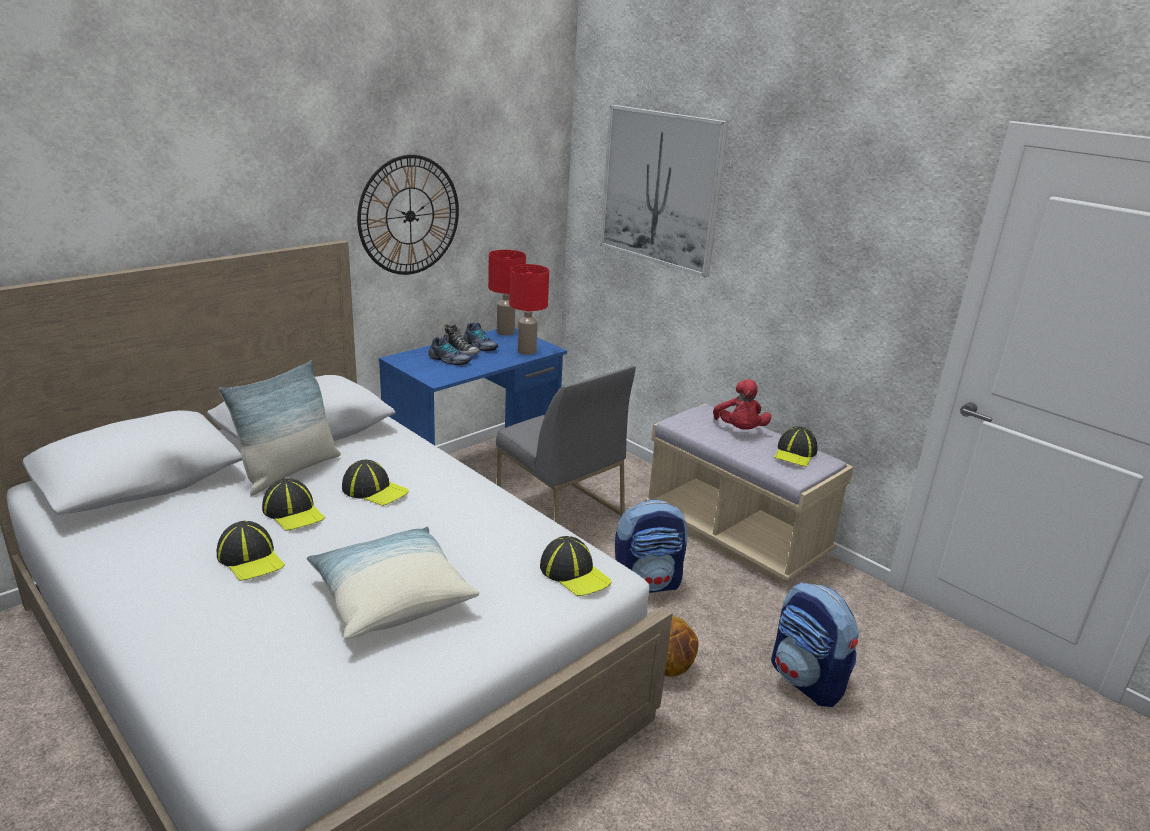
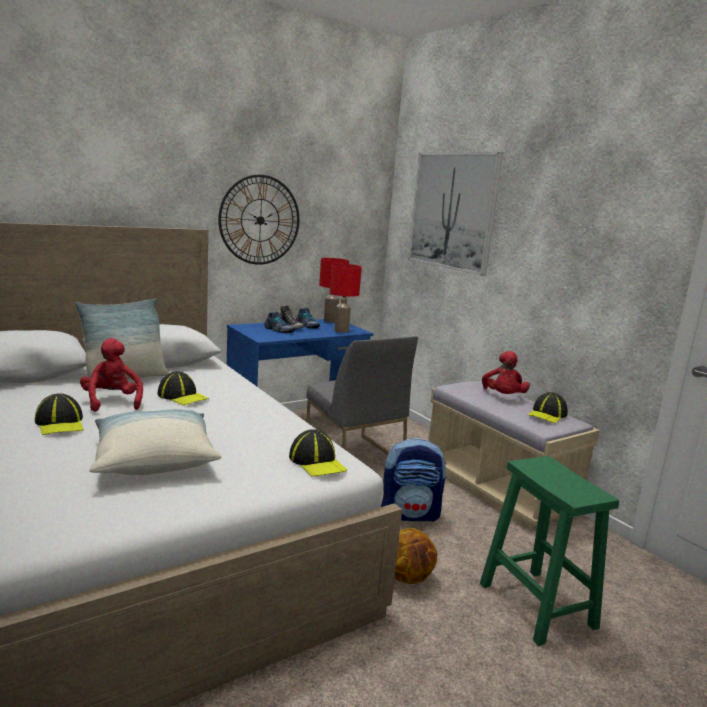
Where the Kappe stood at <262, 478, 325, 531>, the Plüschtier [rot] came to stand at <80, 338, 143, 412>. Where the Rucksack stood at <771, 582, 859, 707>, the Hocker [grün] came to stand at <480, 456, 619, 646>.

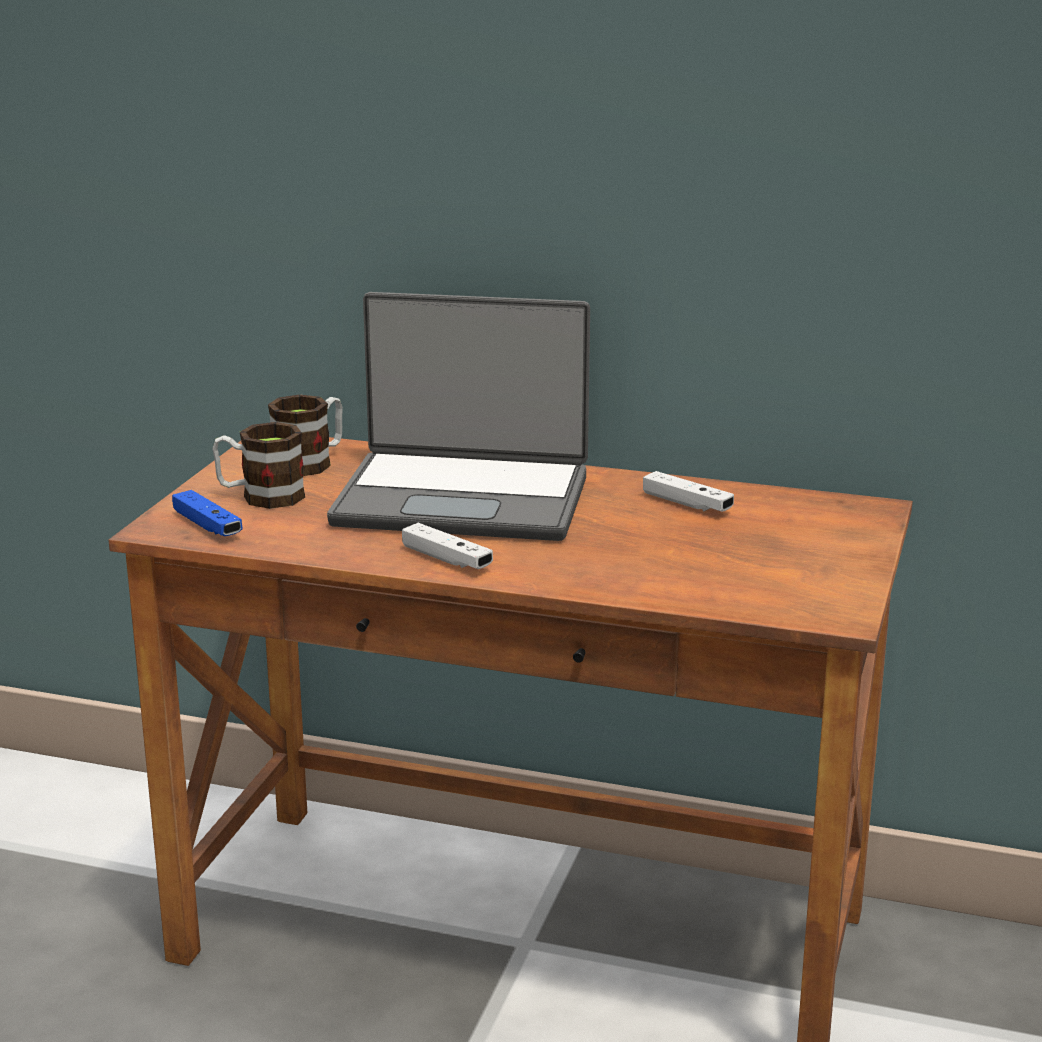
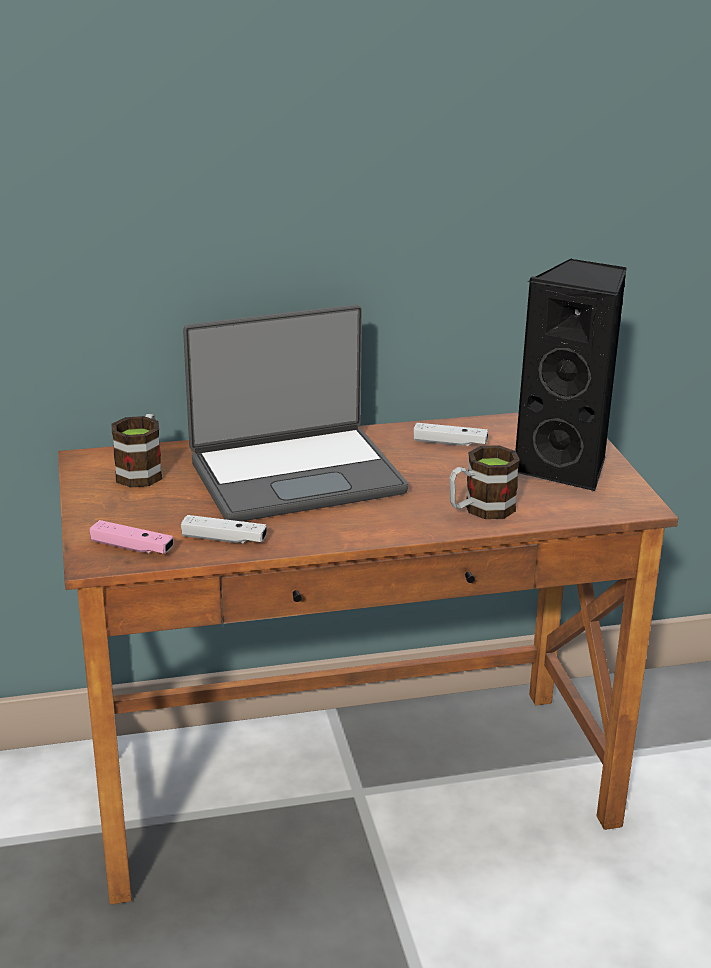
The second view gained the Lautsprecher [schwarz] at <515, 258, 627, 491>. The Henkelbecher ended up elsewhere, having gone from <213, 422, 305, 509> to <449, 445, 520, 519>. The Gamepad [weiß] ended up elsewhere, having gone from <402, 523, 493, 569> to <181, 515, 267, 544>. What was the Gamepad [blau] at <172, 490, 243, 536> turned into the Gamepad [rosa] at <90, 520, 174, 554>.

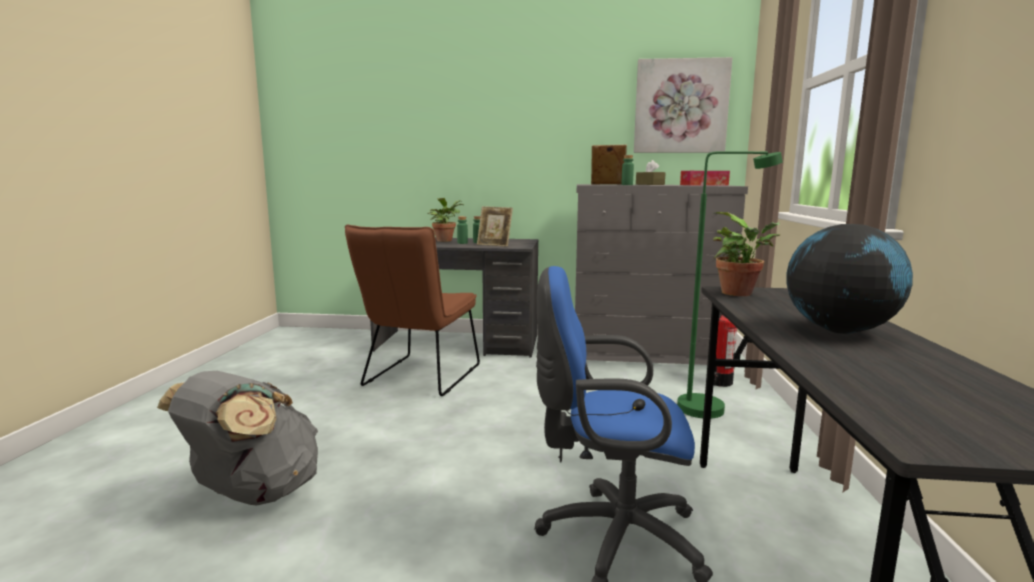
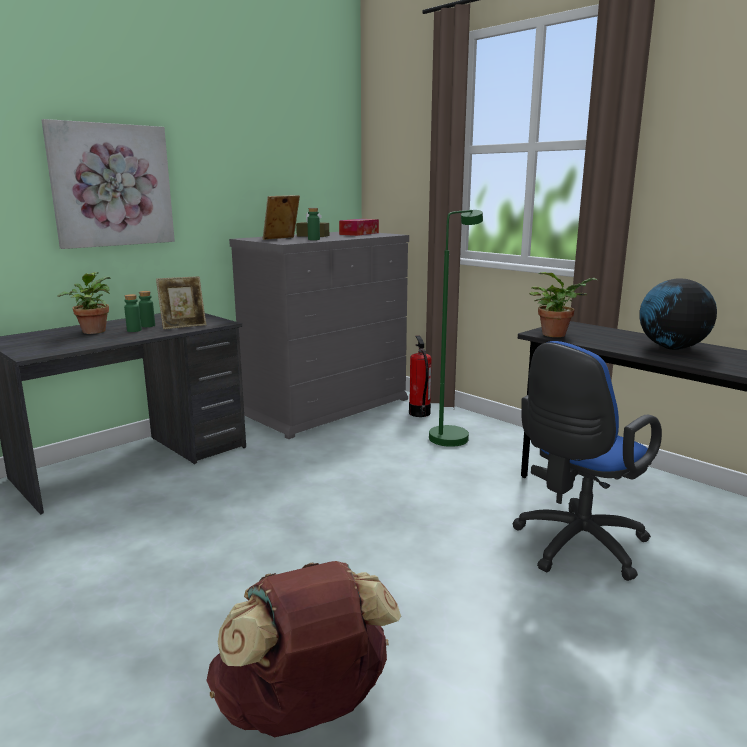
The second view lost the Stuhl [braun] at <345, 224, 480, 396>. The Bild ended up elsewhere, having gone from <634, 57, 732, 153> to <42, 119, 175, 249>. What was the Rucksack [grau] at <157, 371, 318, 505> turned into the Rucksack [braun] at <206, 561, 401, 737>.

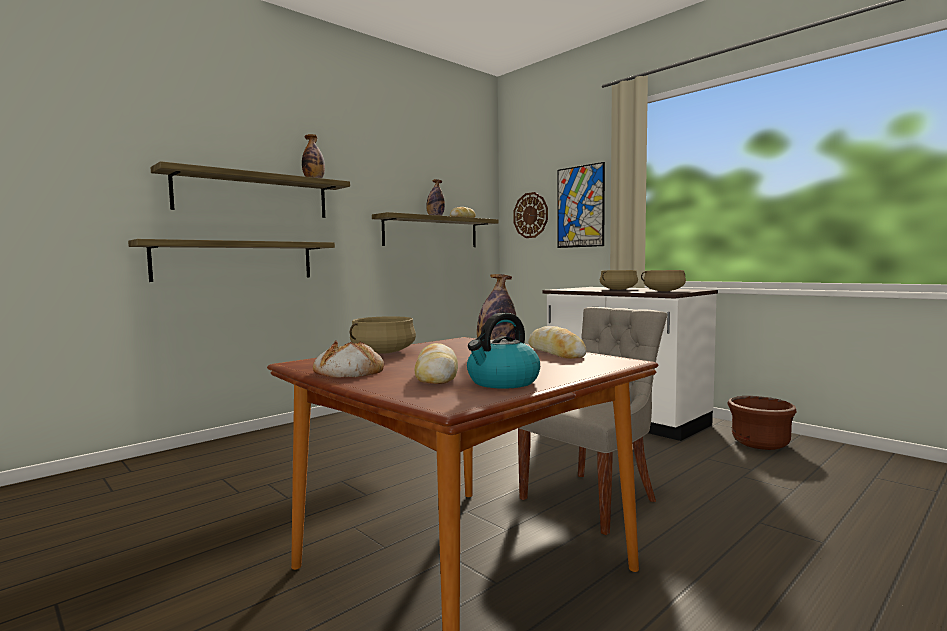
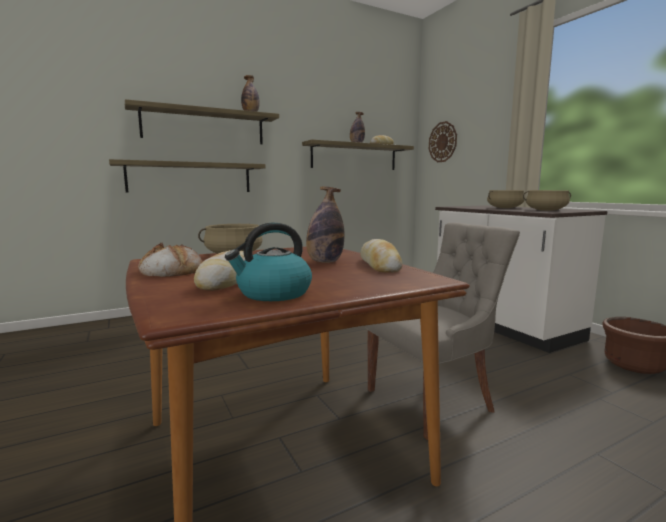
The second view lost the Bild at <558, 162, 605, 248>.

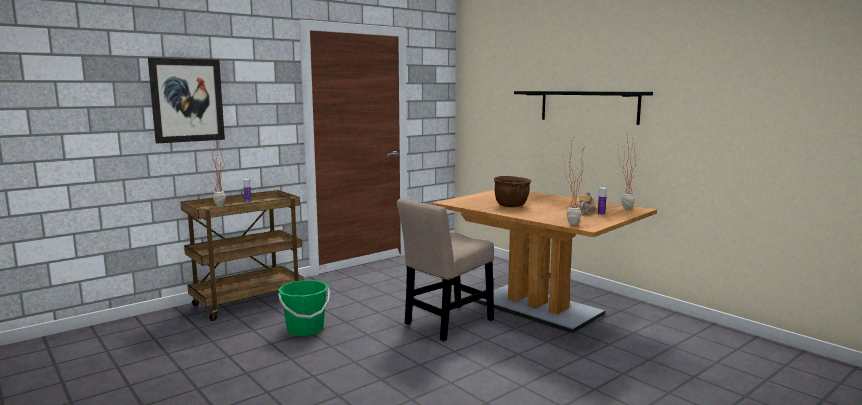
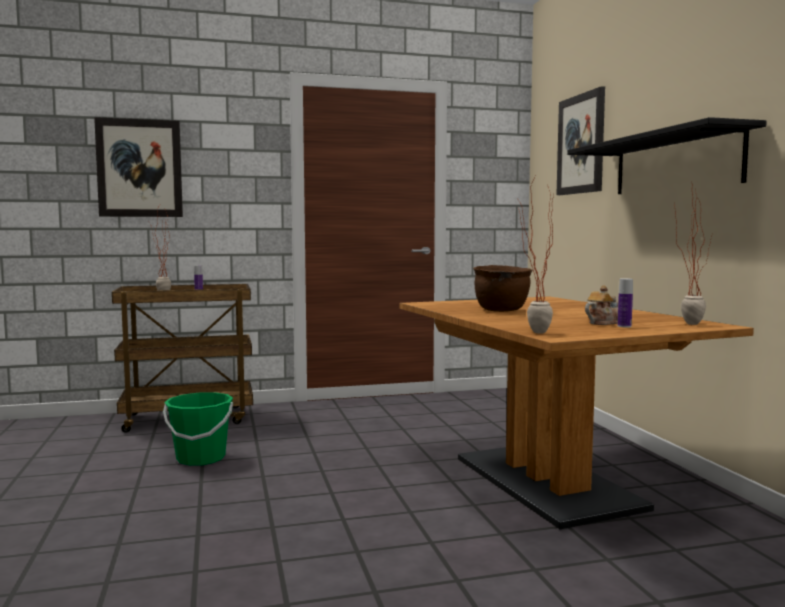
The second view lost the Stuhl [beige] at <397, 198, 494, 341>. The second view gained the Bild at <556, 86, 605, 195>.

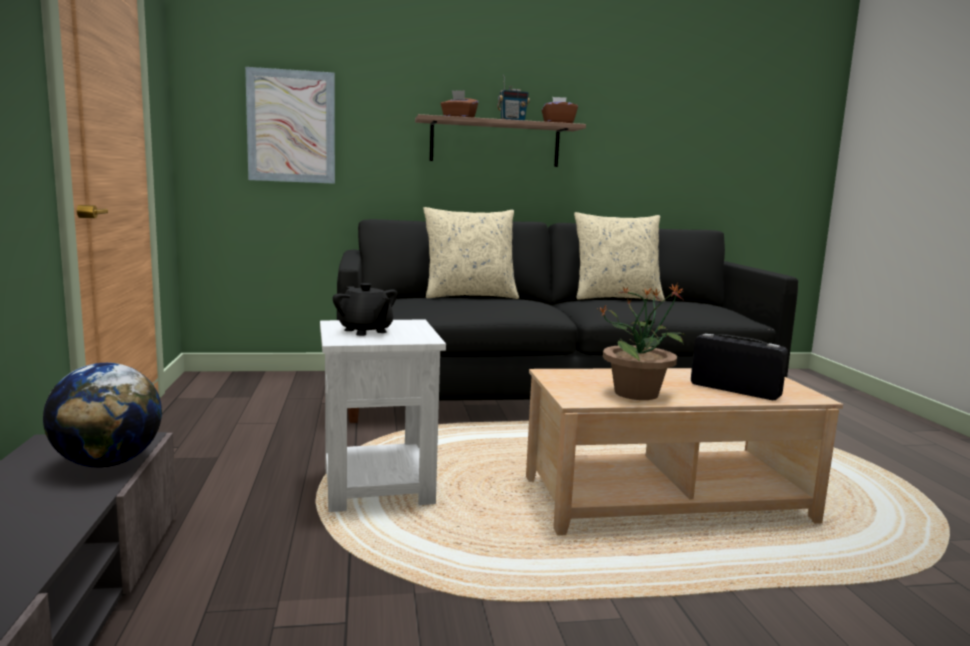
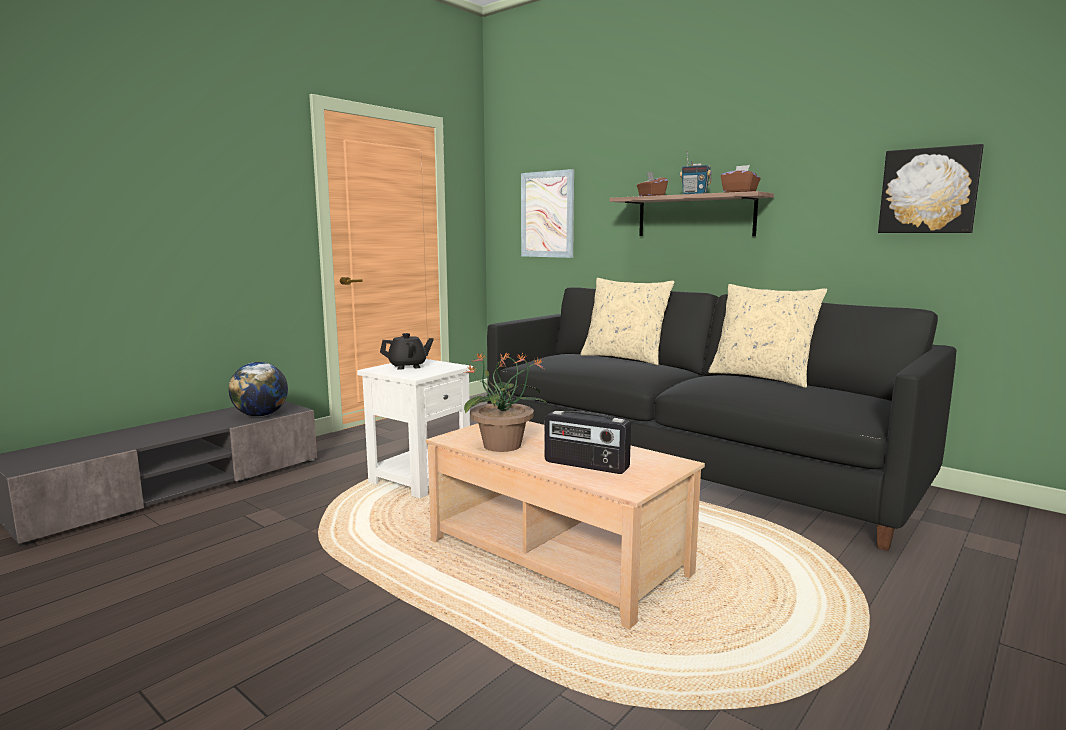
The second view gained the Bild at <878, 144, 984, 233>. The Teekanne [schwarz] at <333, 283, 397, 336> ended up facing another way, 120 degrees counterclockwise from before. The Radio at <691, 334, 788, 400> ended up facing another way, 120 degrees clockwise from before.

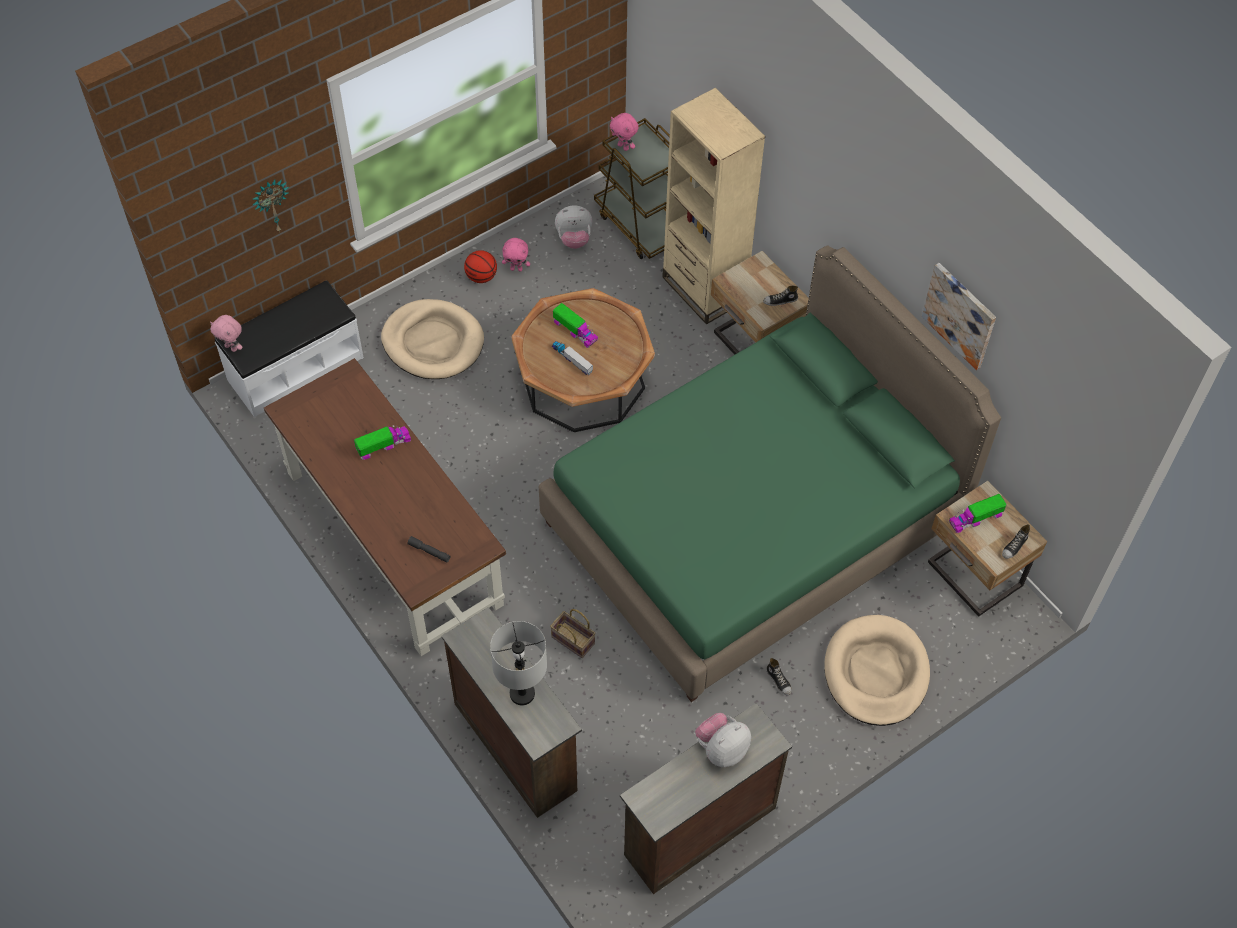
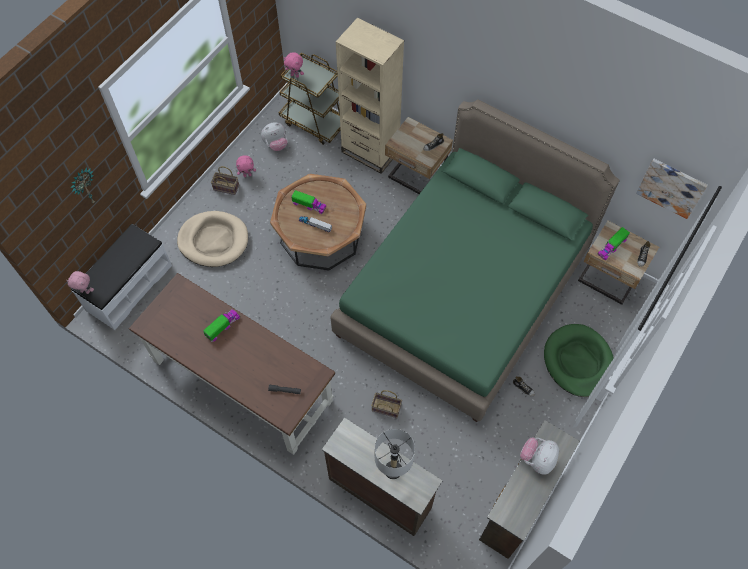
The Bild ended up elsewhere, having gone from <922, 263, 996, 370> to <636, 159, 708, 219>. Where the Basketball stood at <464, 250, 497, 283>, the Korb came to stand at <211, 166, 239, 195>. What was the Hundebett [beige] at <824, 615, 930, 726> turned into the Hundebett [grün] at <544, 324, 614, 397>.

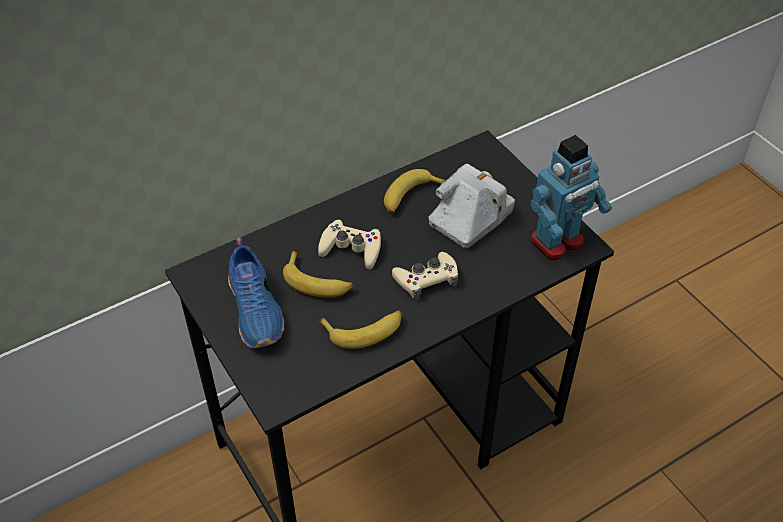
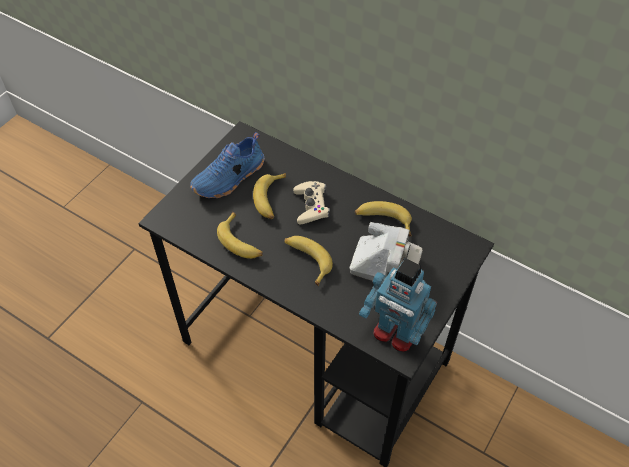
Where the Gamepad [beige] stood at <392, 252, 458, 300>, the Banane came to stand at <284, 236, 333, 286>.

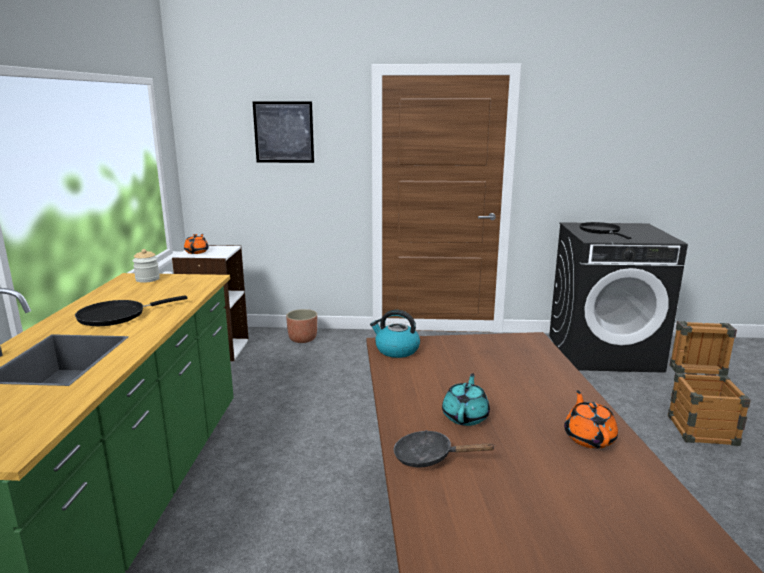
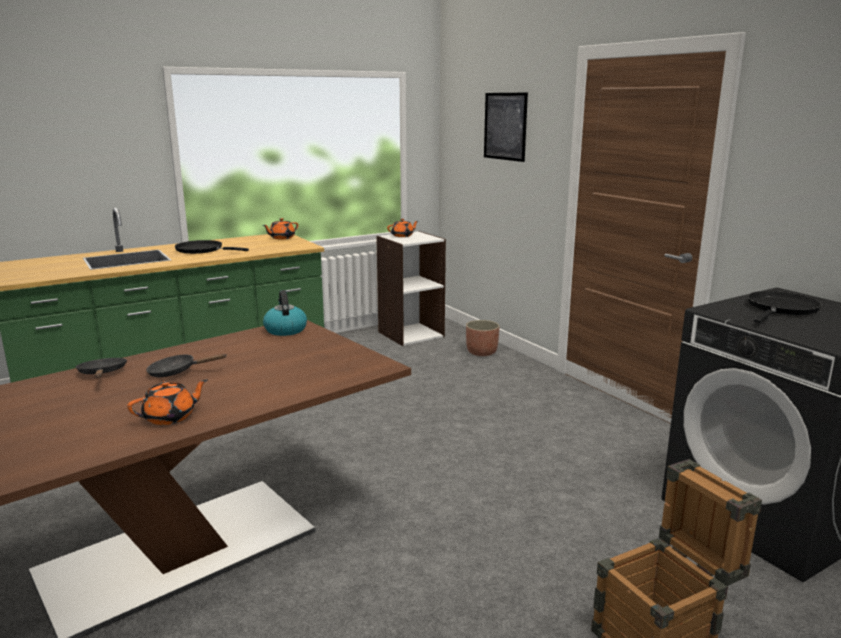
Where the Vorratsglas stood at <133, 249, 160, 283>, the Teekanne [orange] came to stand at <263, 218, 298, 239>. Where the Teekanne [türkis] stood at <442, 373, 490, 426>, the Pfanne [schwarz] came to stand at <146, 354, 227, 377>.

